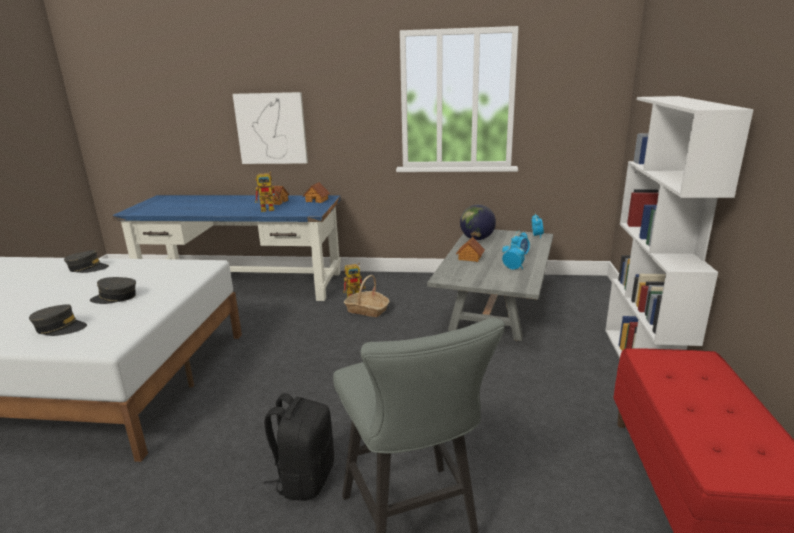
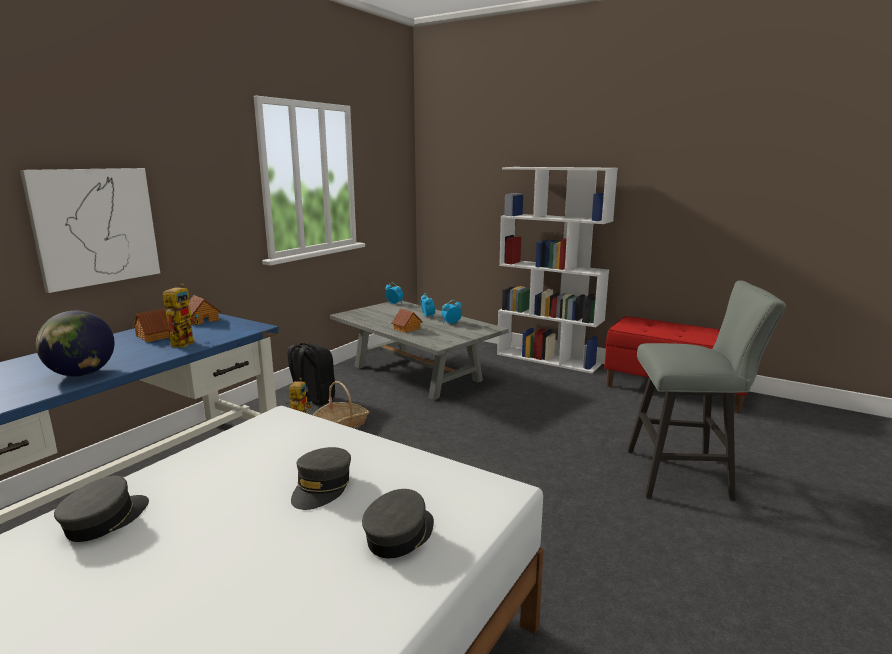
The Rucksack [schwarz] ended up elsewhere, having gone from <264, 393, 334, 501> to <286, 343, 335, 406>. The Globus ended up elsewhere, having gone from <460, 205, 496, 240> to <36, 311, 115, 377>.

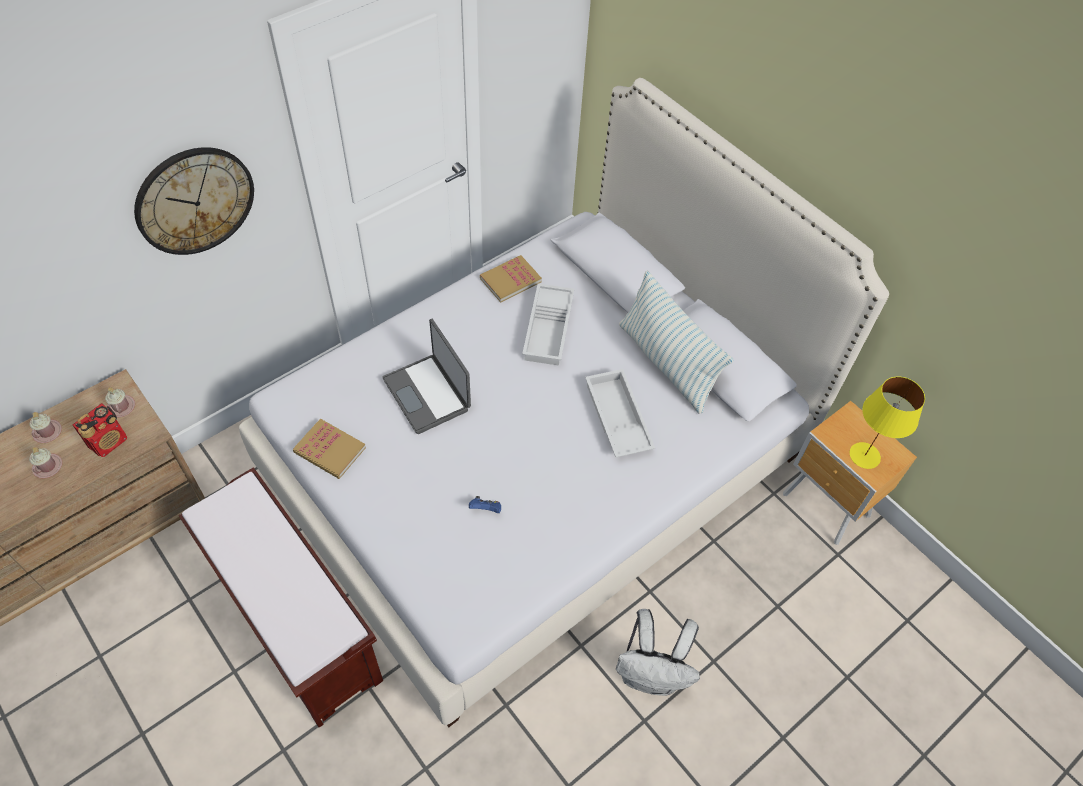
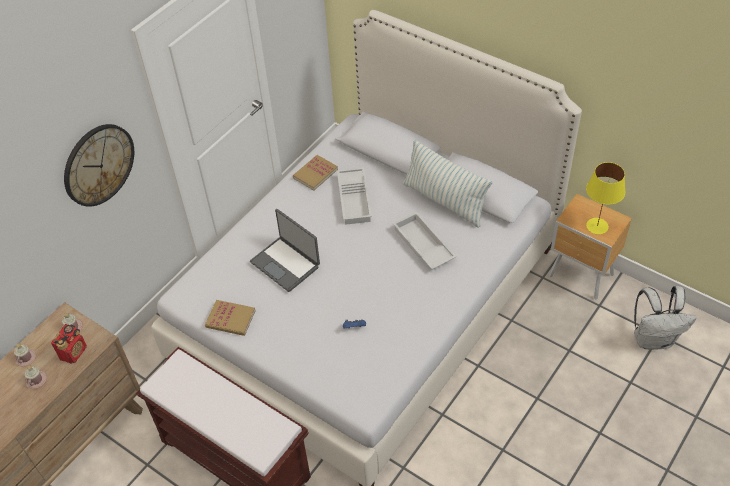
The Rucksack [weiß] ended up elsewhere, having gone from <616, 609, 700, 696> to <634, 286, 696, 350>.

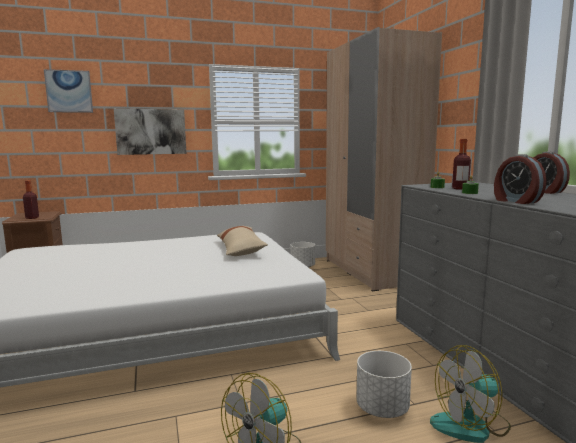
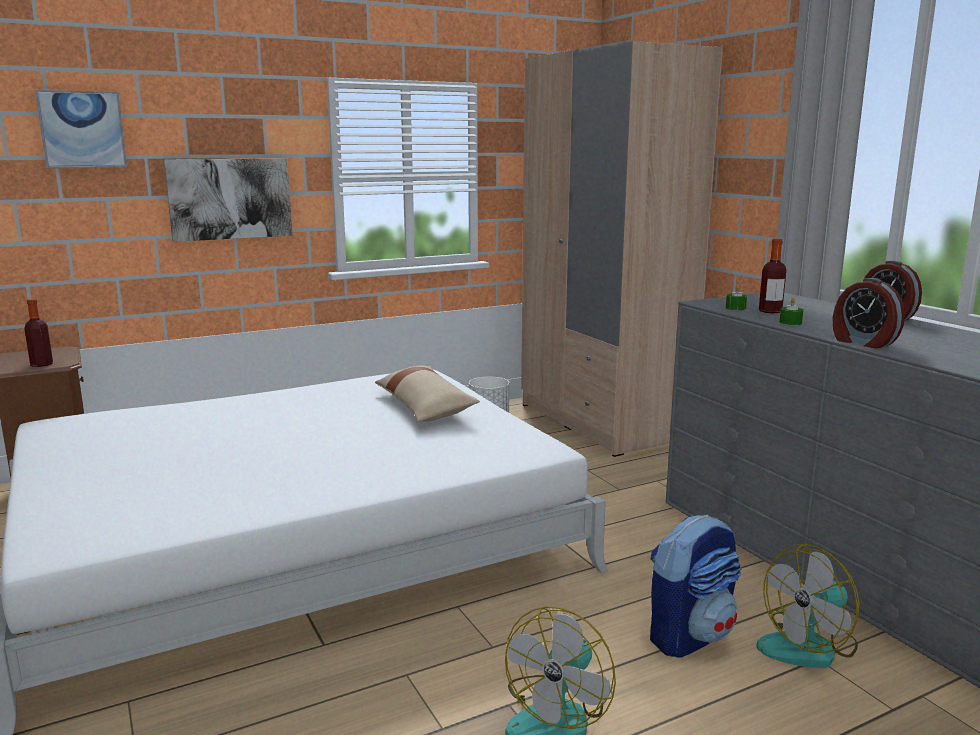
Where the Pflanzkübel [weiß] stood at <356, 351, 412, 418>, the Rucksack came to stand at <650, 515, 741, 658>.

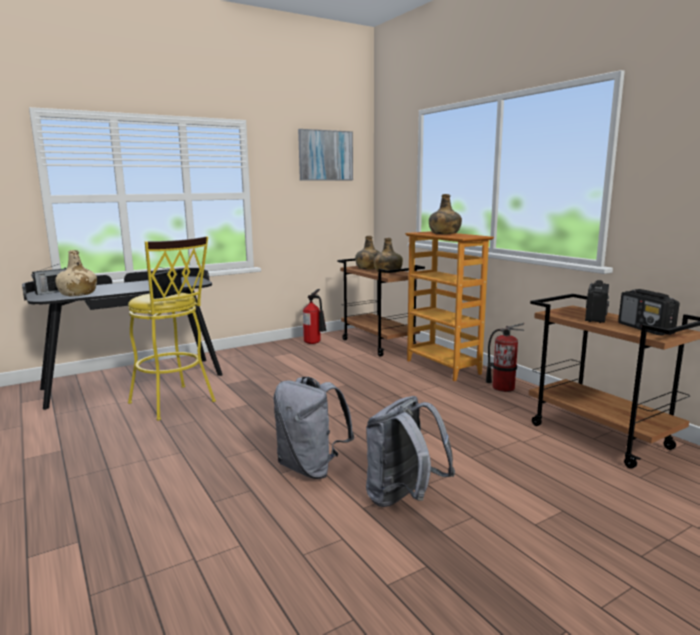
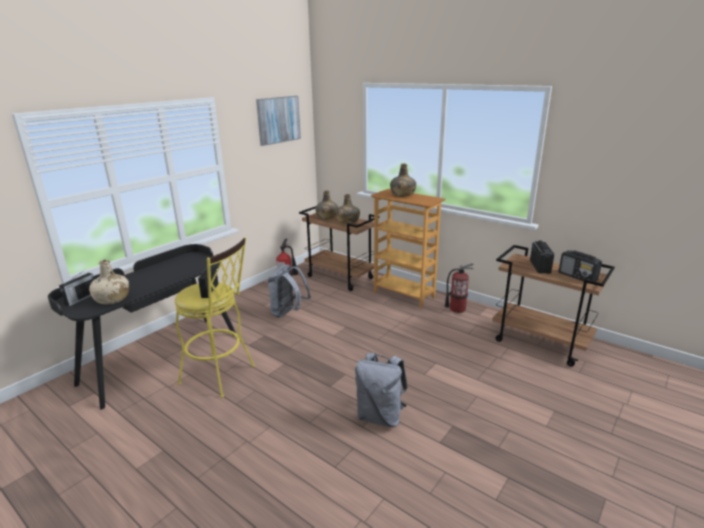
The Rucksack [grau] ended up elsewhere, having gone from <366, 396, 455, 507> to <268, 264, 311, 318>.

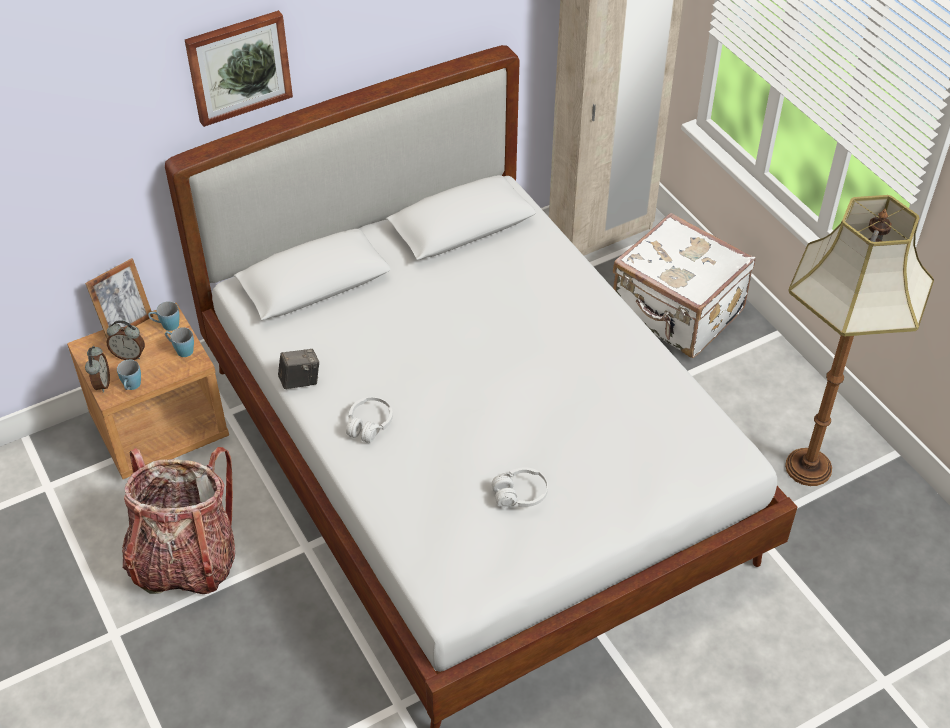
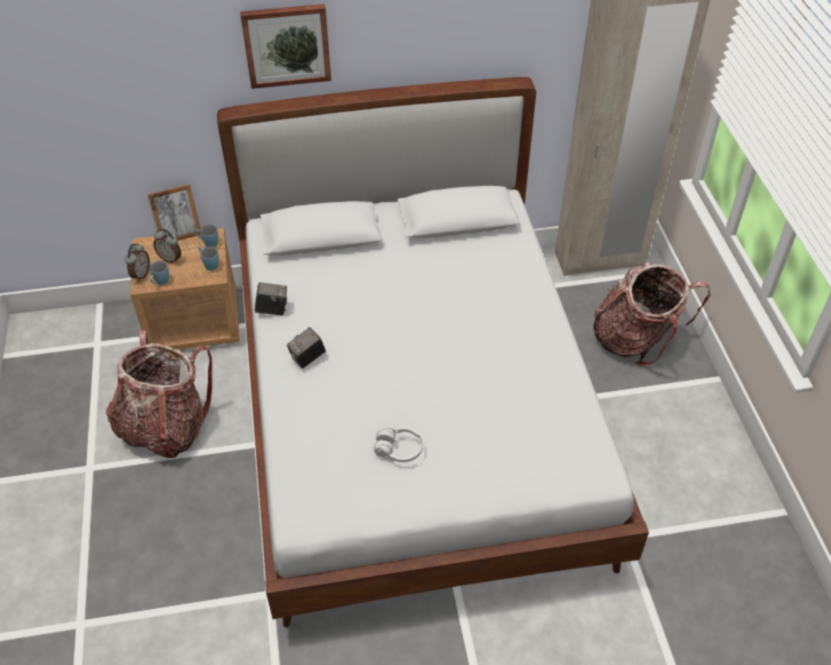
The second view lost the Stehlampe at <785, 195, 934, 486>. Where the Kopfhörer [weiß] stood at <346, 397, 393, 443>, the Kamera came to stand at <287, 327, 326, 369>. Where the Koffer [weiß] stood at <613, 213, 755, 358>, the Rucksack came to stand at <593, 263, 710, 367>.

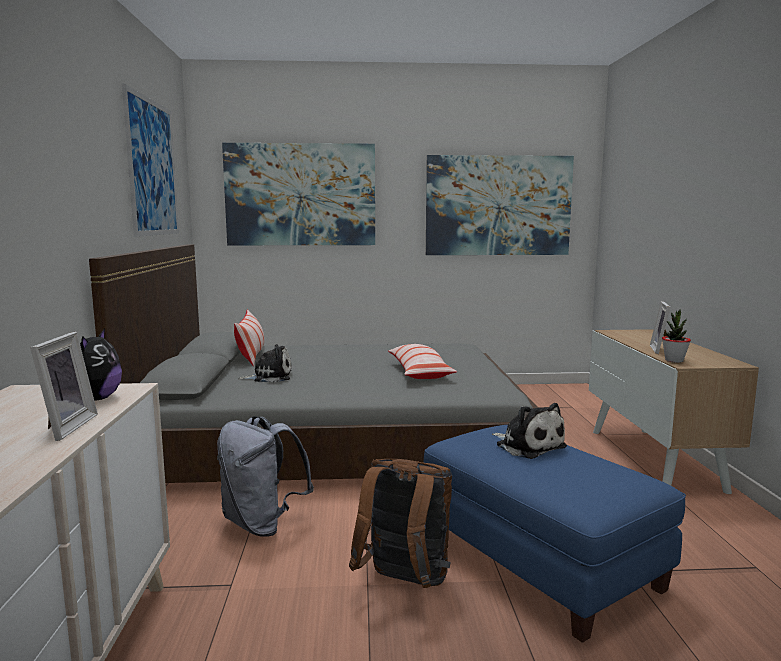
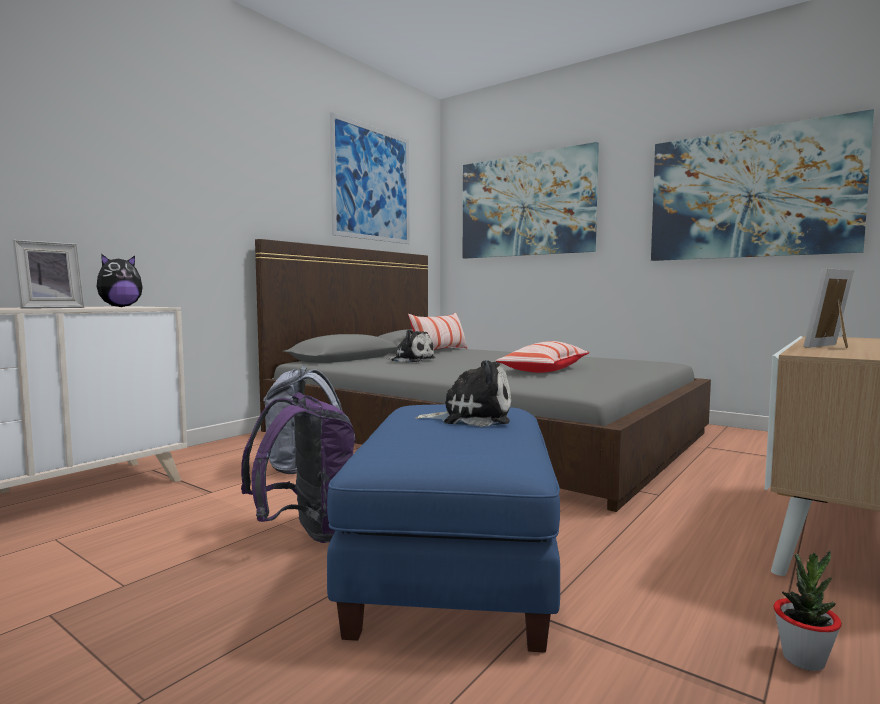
The Topfpflanze ended up elsewhere, having gone from <662, 309, 691, 363> to <773, 551, 842, 671>. What was the Rucksack [braun] at <349, 459, 452, 588> turned into the Rucksack [lila] at <241, 392, 356, 543>. The Plüschtier at <492, 403, 567, 459> ended up facing another way, 90 degrees counterclockwise from before.

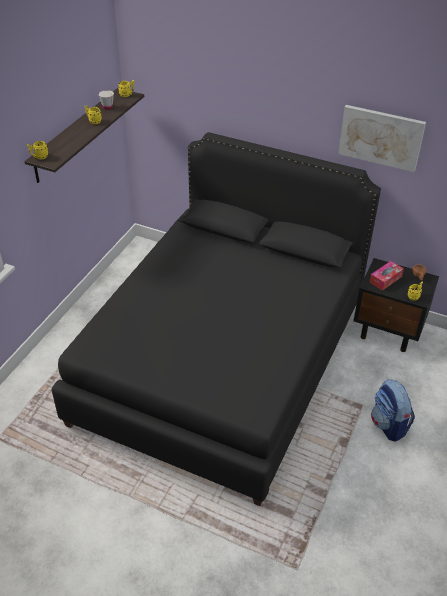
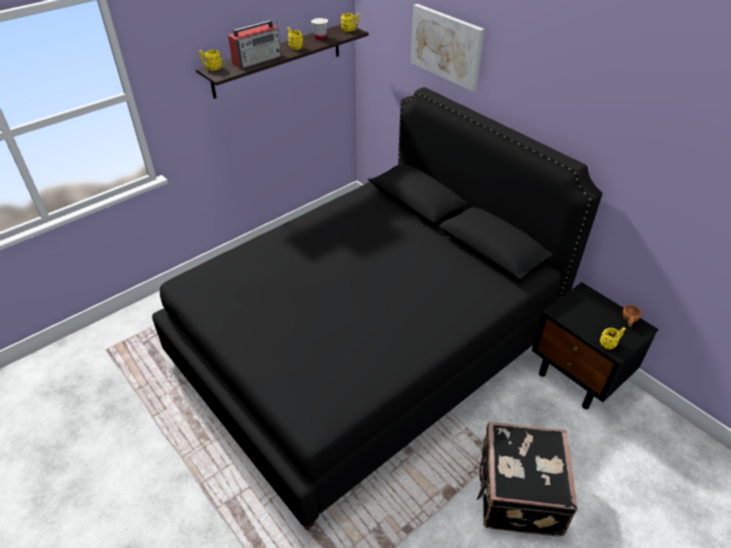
The second view lost the Taschentuchbox at <370, 261, 404, 291>. The second view gained the Radio at <228, 20, 281, 69>. The Bild ended up elsewhere, having gone from <338, 105, 426, 172> to <410, 4, 485, 91>. Where the Rucksack stood at <371, 379, 415, 442>, the Koffer [schwarz] came to stand at <477, 422, 578, 537>.

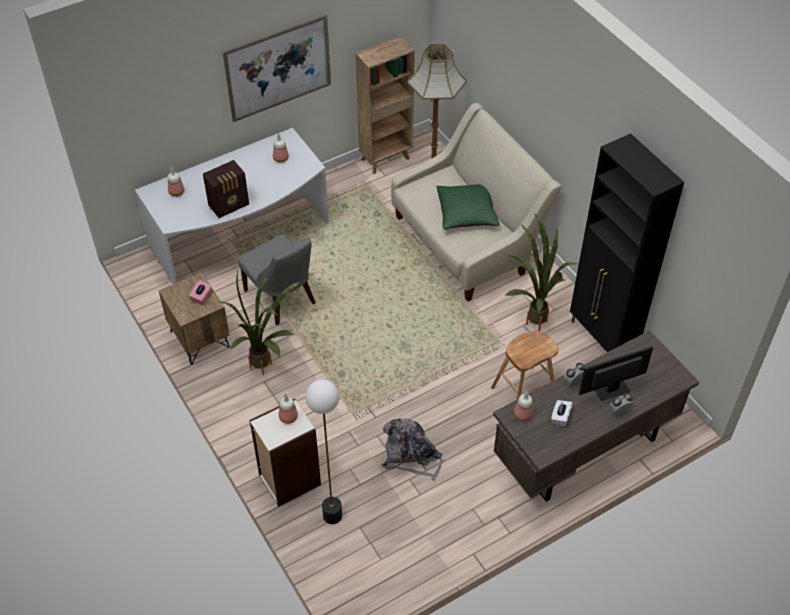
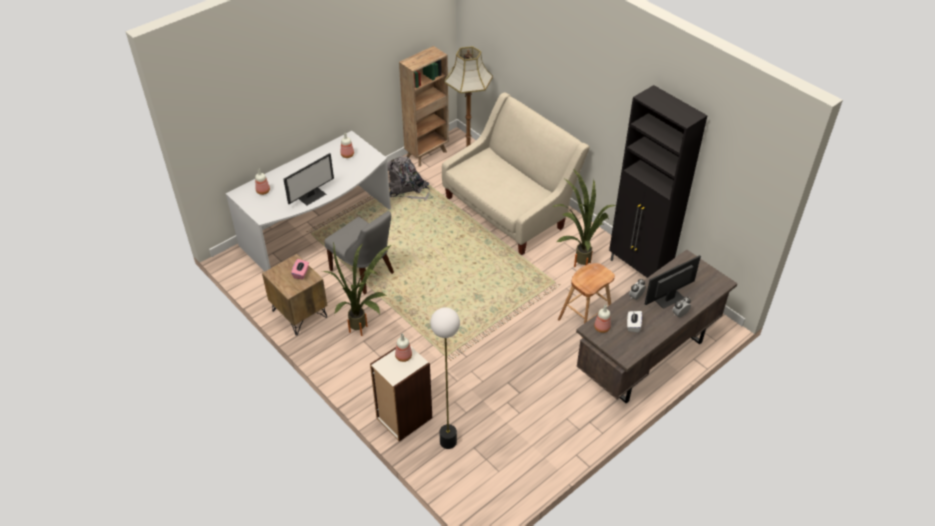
The second view lost the Bild at <223, 15, 331, 122>. The second view lost the Kissen [grün] at <436, 184, 500, 230>. The Rucksack [grau] ended up elsewhere, having gone from <381, 419, 442, 481> to <387, 156, 430, 201>. Where the Radio stood at <203, 160, 249, 218>, the Monitor came to stand at <284, 153, 334, 206>.

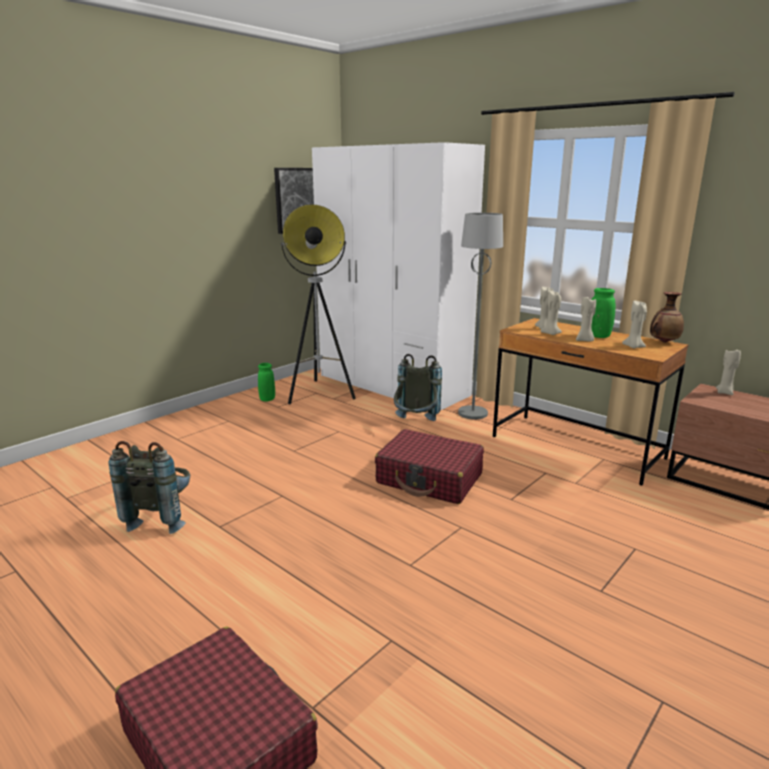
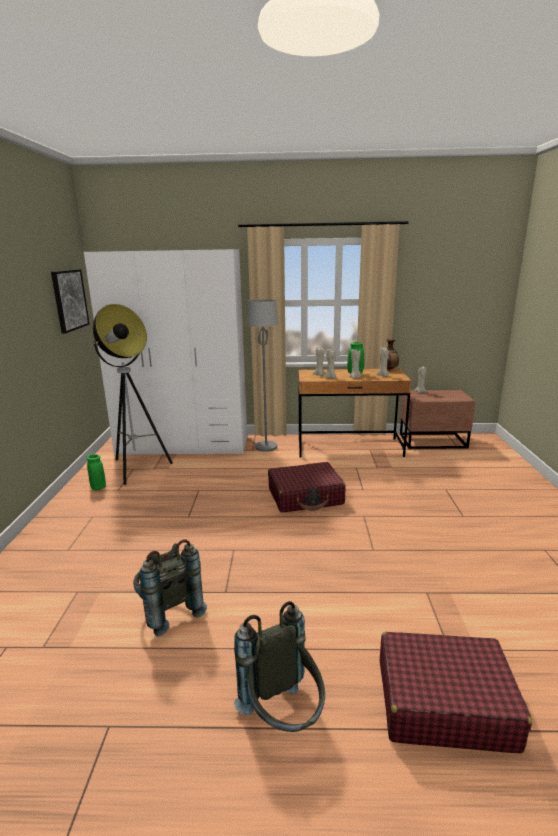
The Rucksack [grau] ended up elsewhere, having gone from <394, 354, 442, 421> to <234, 601, 325, 732>.

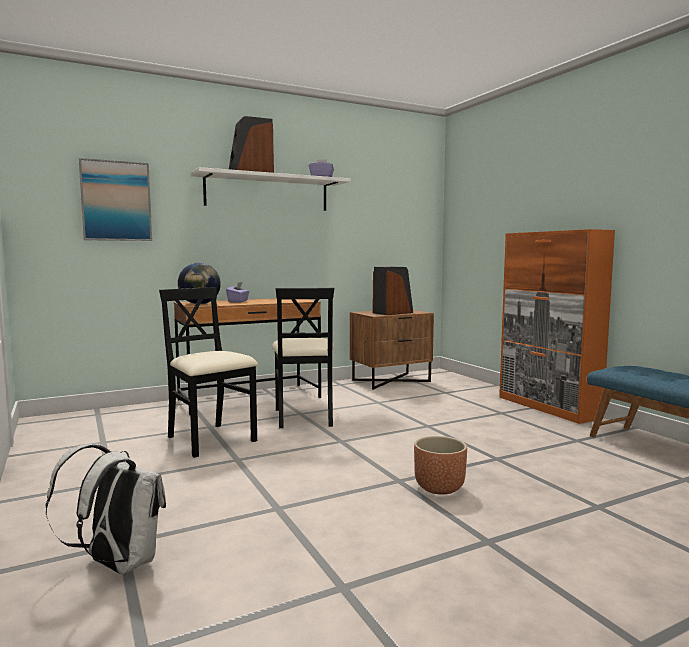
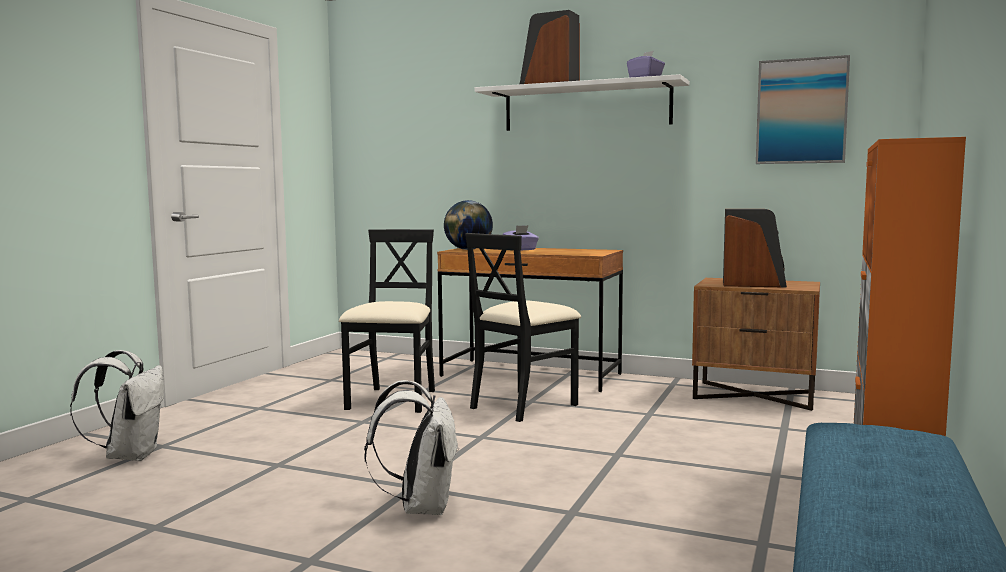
The Bild ended up elsewhere, having gone from <79, 158, 152, 241> to <756, 55, 850, 164>. Where the Pflanzkübel [braun] stood at <414, 436, 467, 495>, the Rucksack [weiß] came to stand at <364, 380, 459, 515>.

